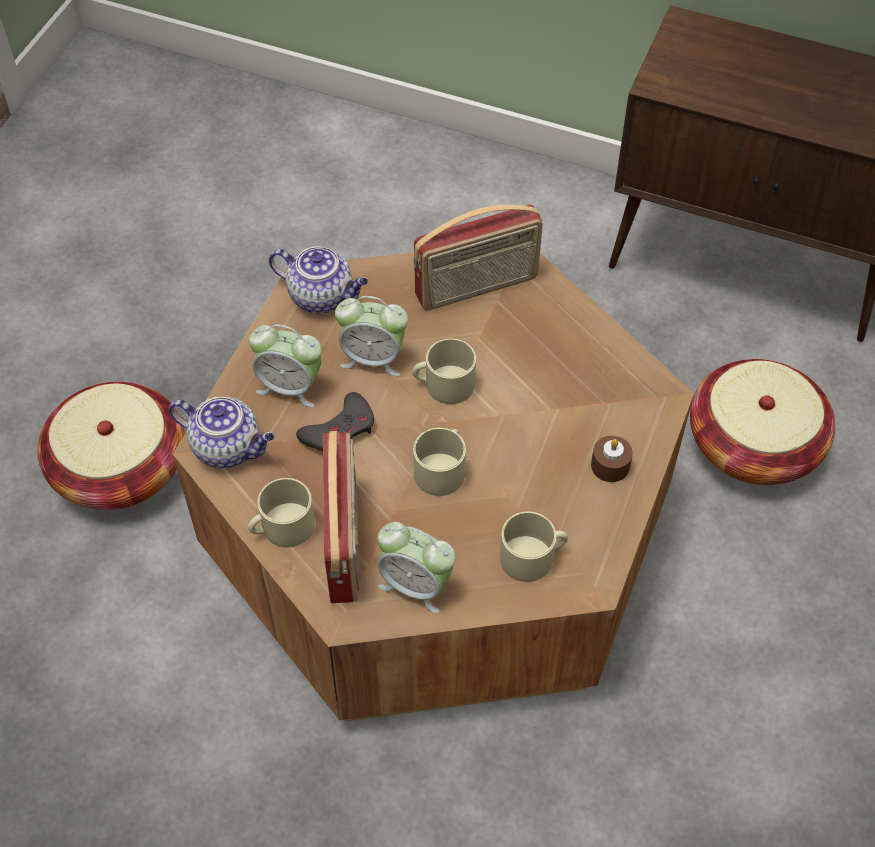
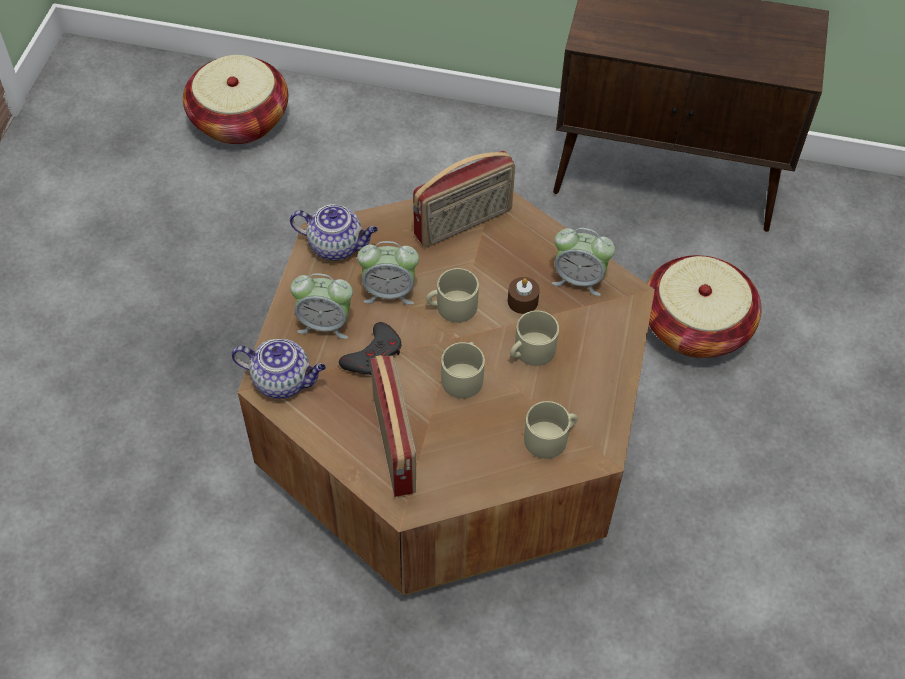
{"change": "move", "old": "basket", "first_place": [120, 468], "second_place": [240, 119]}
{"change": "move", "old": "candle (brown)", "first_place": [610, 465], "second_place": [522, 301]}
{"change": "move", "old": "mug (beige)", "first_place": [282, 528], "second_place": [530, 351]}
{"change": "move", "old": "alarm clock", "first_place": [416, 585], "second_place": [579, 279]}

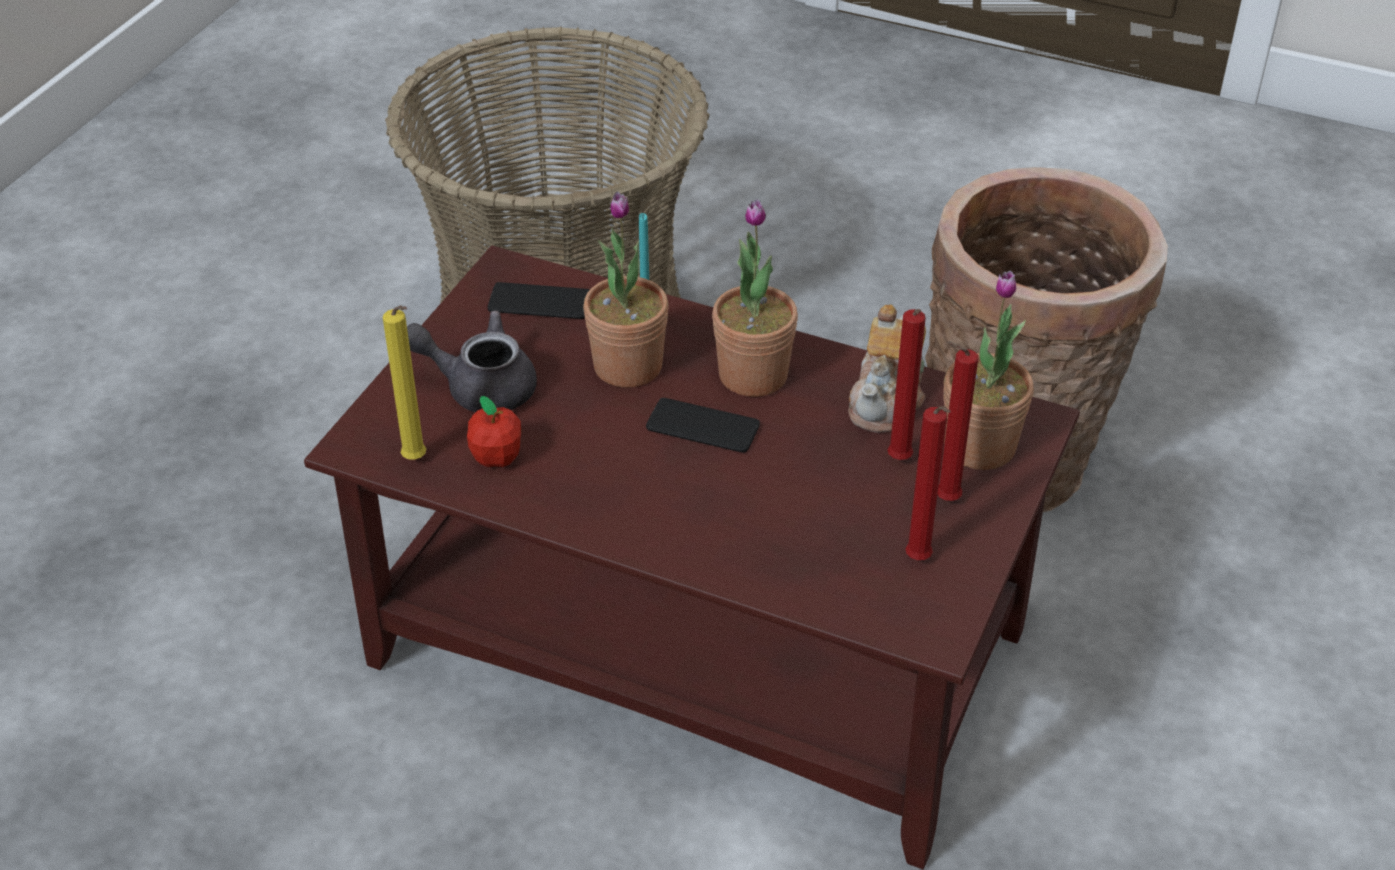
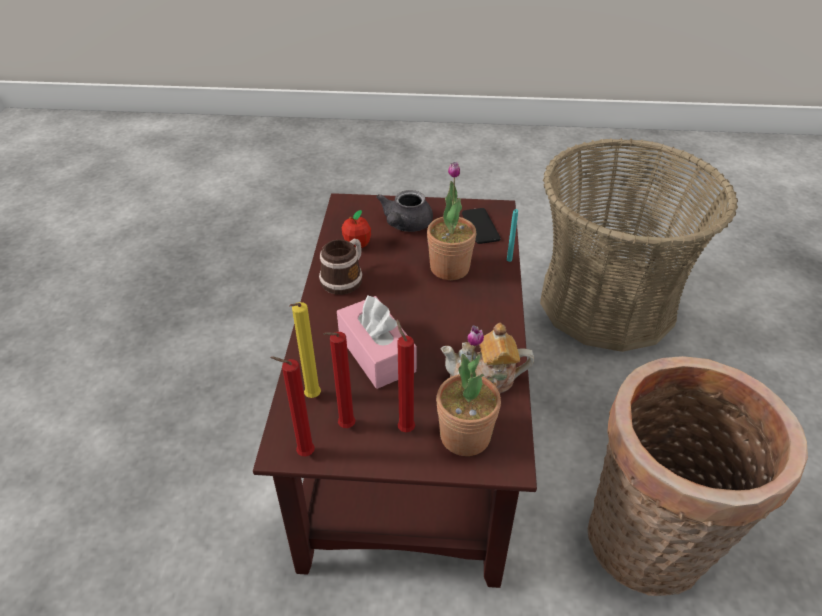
{"change": "move", "old": "candle (red)", "first_place": [899, 462], "second_place": [303, 454]}
{"change": "move", "old": "candle (yellow)", "first_place": [417, 461], "second_place": [311, 398]}
{"change": "insert", "new": "mug", "second_place": [345, 278]}
{"change": "insert", "new": "tissue box (pink)", "second_place": [376, 353]}
{"change": "rotate", "old": "teapot (grey)", "first_place": [479, 386], "second_place": [405, 225], "degrees": -150}
{"change": "delete", "old": "phone", "first_place": [703, 426]}
{"change": "delete", "old": "potted plant", "first_place": [753, 375]}

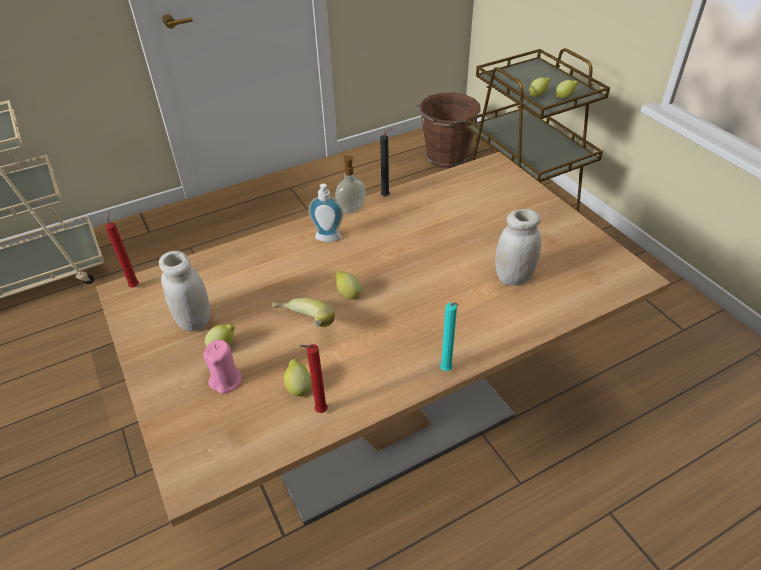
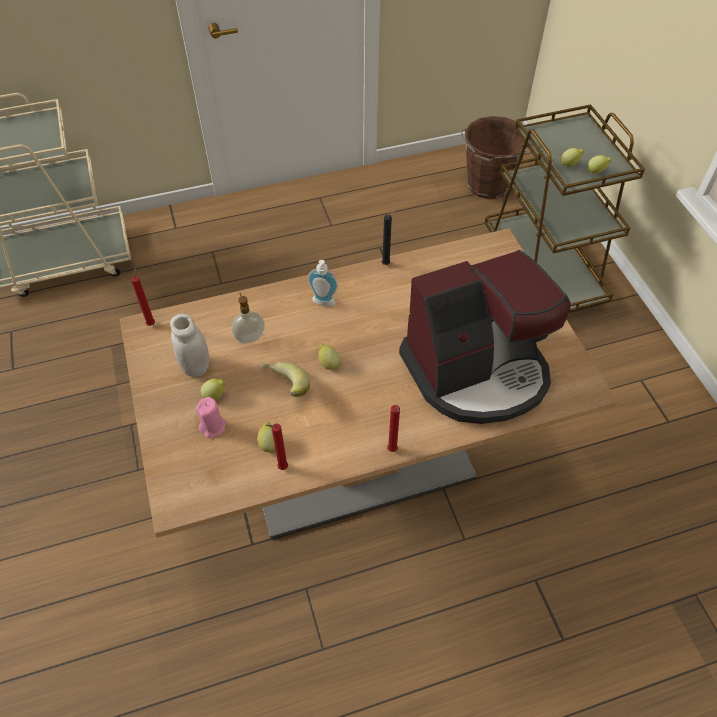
{"change": "move", "old": "soap dispenser", "first_place": [350, 209], "second_place": [250, 337]}
{"change": "recolor", "old": "candle (turquoise)", "new": "candle (red)", "first_place": [447, 371], "second_place": [392, 451]}
{"change": "replace", "old": "jar (white)", "new": "coffee machine", "first_place": [513, 277], "second_place": [477, 371]}

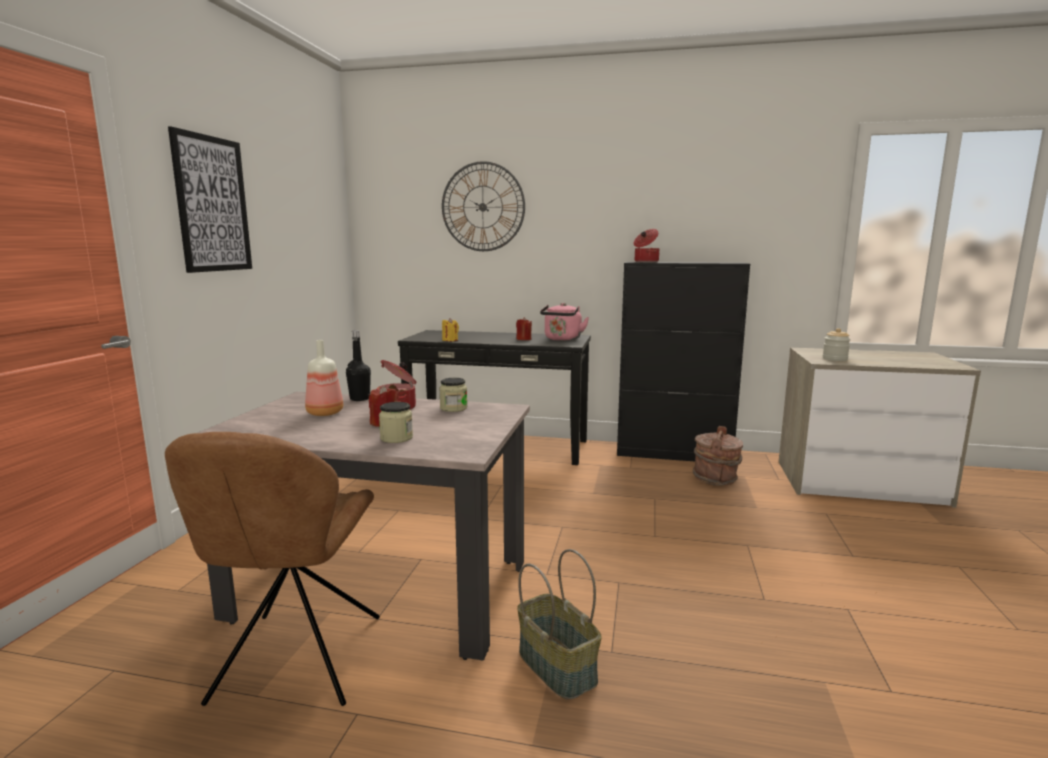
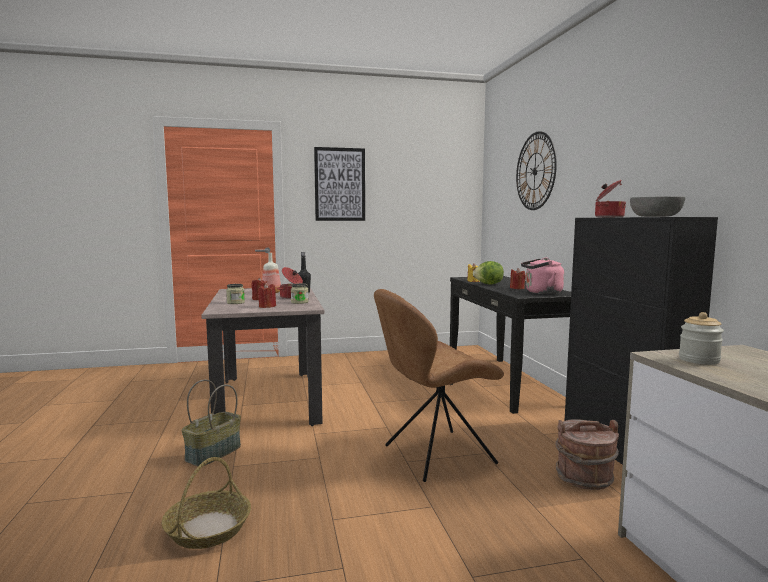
{"change": "insert", "new": "basket", "second_place": [208, 528]}
{"change": "insert", "new": "candle (red)", "second_place": [267, 306]}
{"change": "move", "old": "chair (brown)", "first_place": [296, 662], "second_place": [435, 455]}
{"change": "insert", "new": "lettuce", "second_place": [489, 284]}
{"change": "insert", "new": "bowl (grey)", "second_place": [655, 216]}

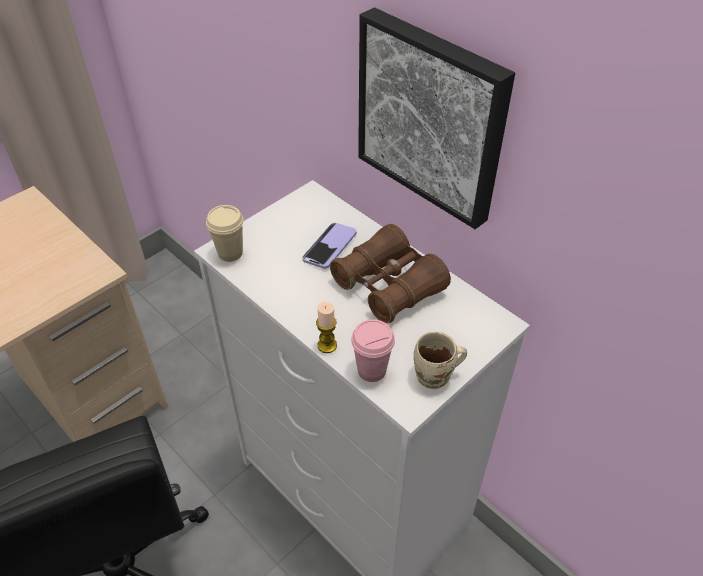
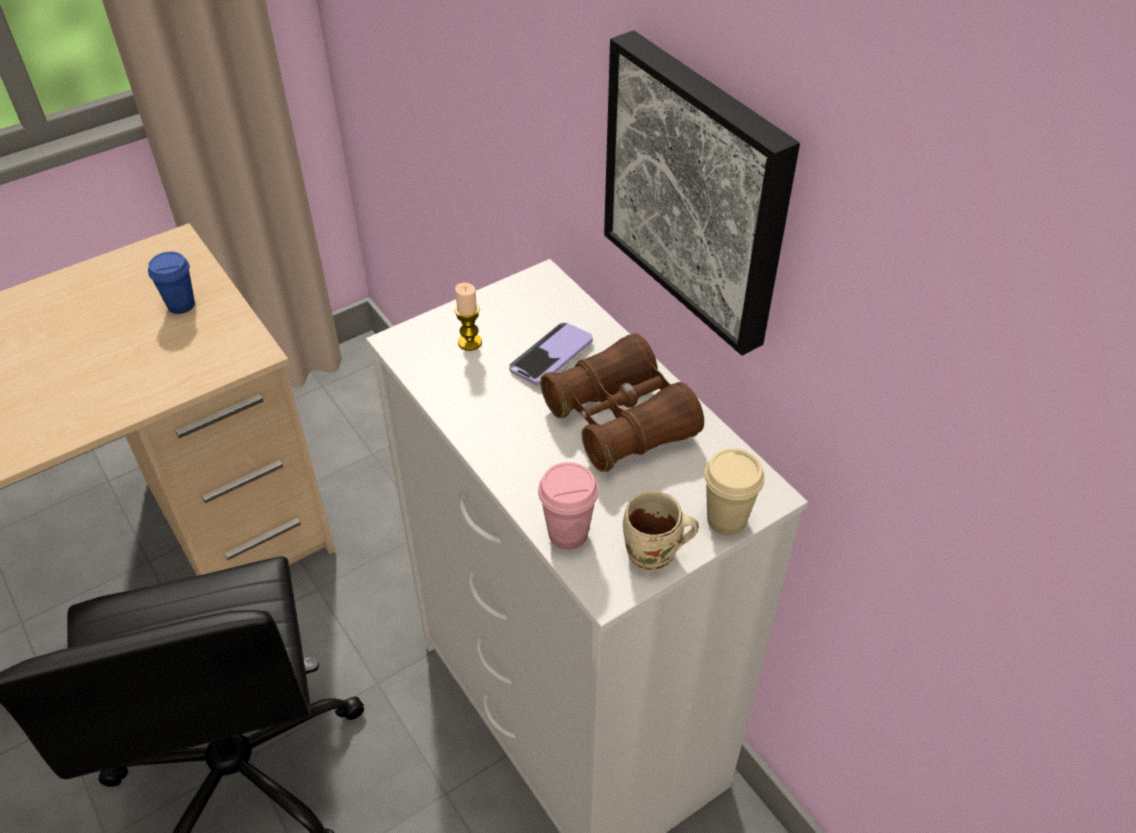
{"change": "insert", "new": "cup (blue)", "second_place": [181, 305]}
{"change": "move", "old": "candle", "first_place": [327, 345], "second_place": [470, 342]}
{"change": "move", "old": "cup (beige)", "first_place": [230, 253], "second_place": [726, 519]}

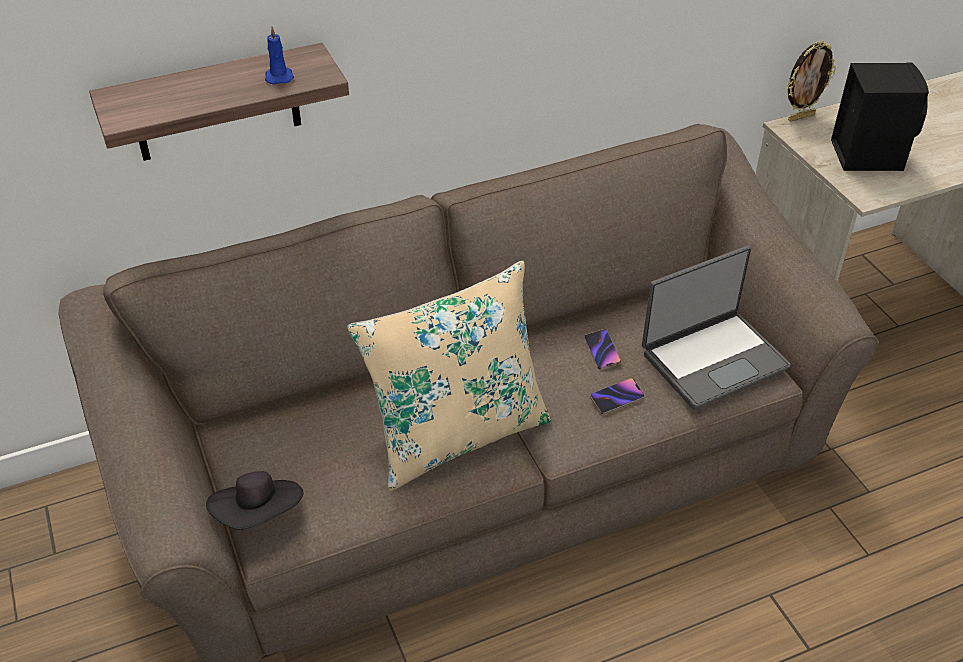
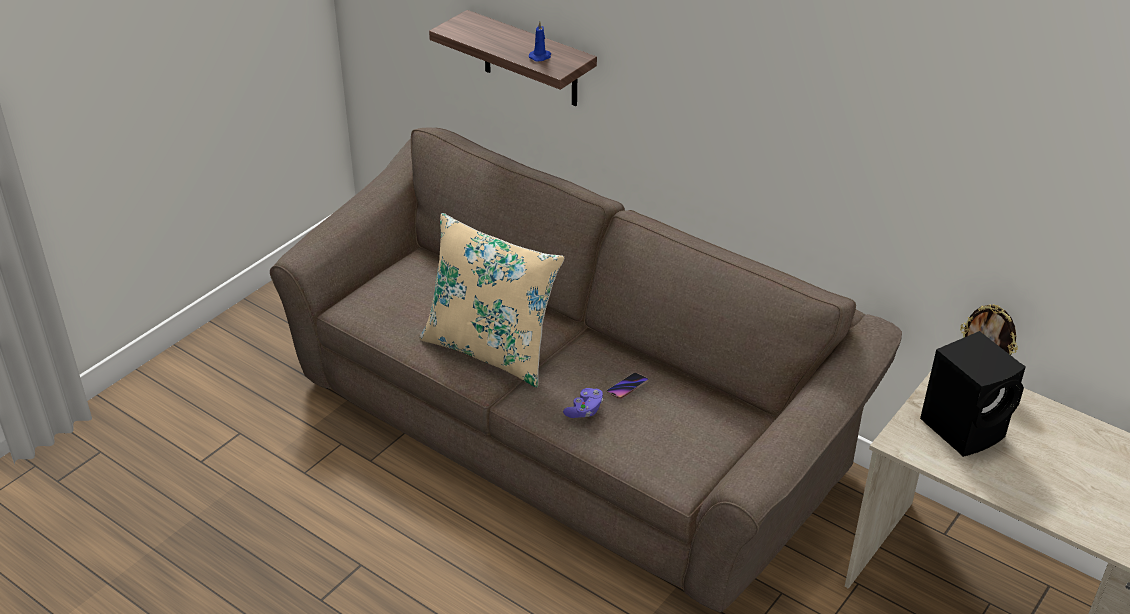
{"change": "replace", "old": "phone", "new": "game controller (purple)", "first_place": [616, 398], "second_place": [584, 410]}
{"change": "delete", "old": "hat (black)", "first_place": [260, 515]}
{"change": "delete", "old": "laptop", "first_place": [713, 359]}

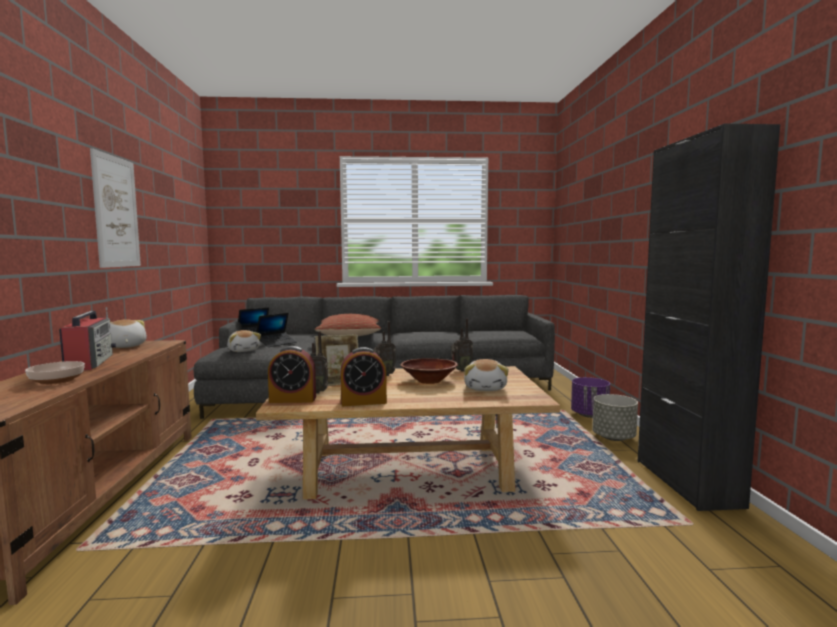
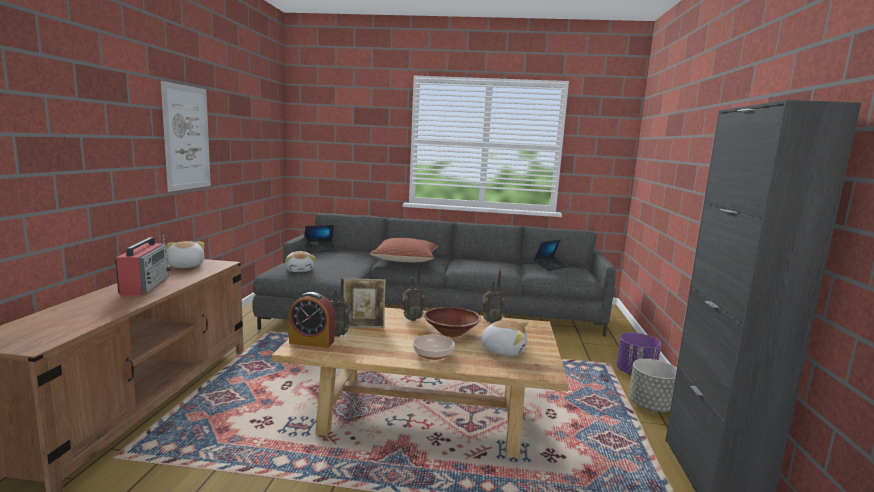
{"change": "move", "old": "bowl", "first_place": [56, 381], "second_place": [432, 355]}
{"change": "rotate", "old": "plush toy", "first_place": [486, 388], "second_place": [503, 350], "degrees": -90}
{"change": "move", "old": "laptop", "first_place": [276, 343], "second_place": [550, 266]}
{"change": "delete", "old": "alarm clock", "first_place": [363, 402]}

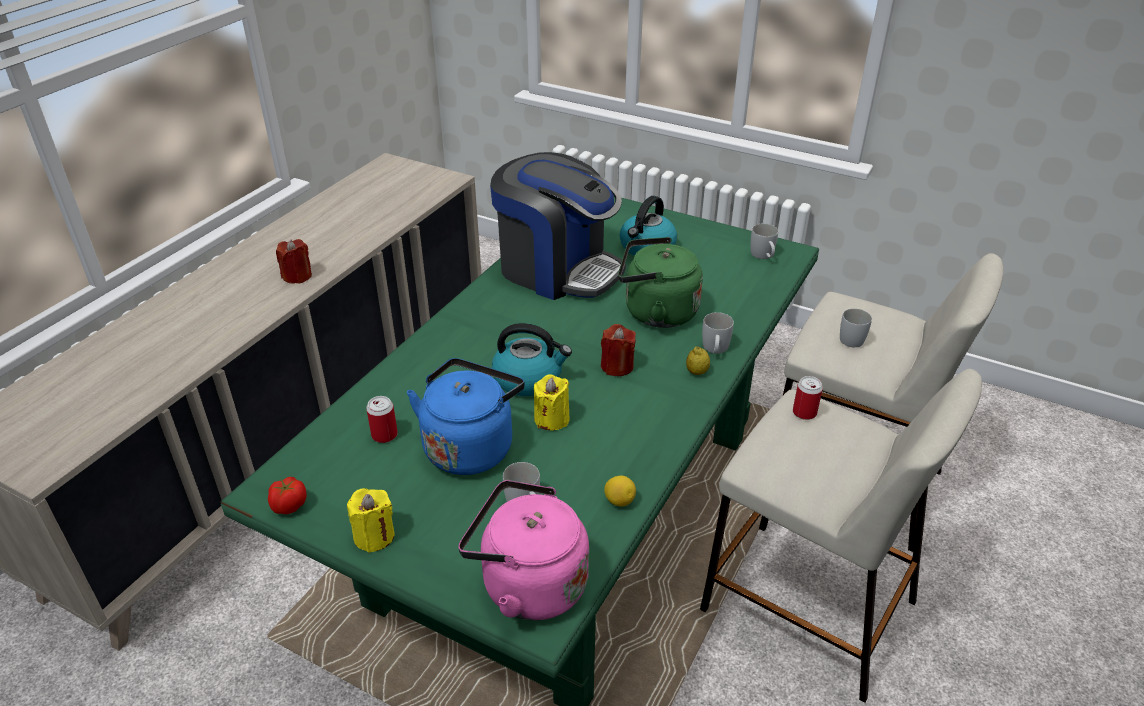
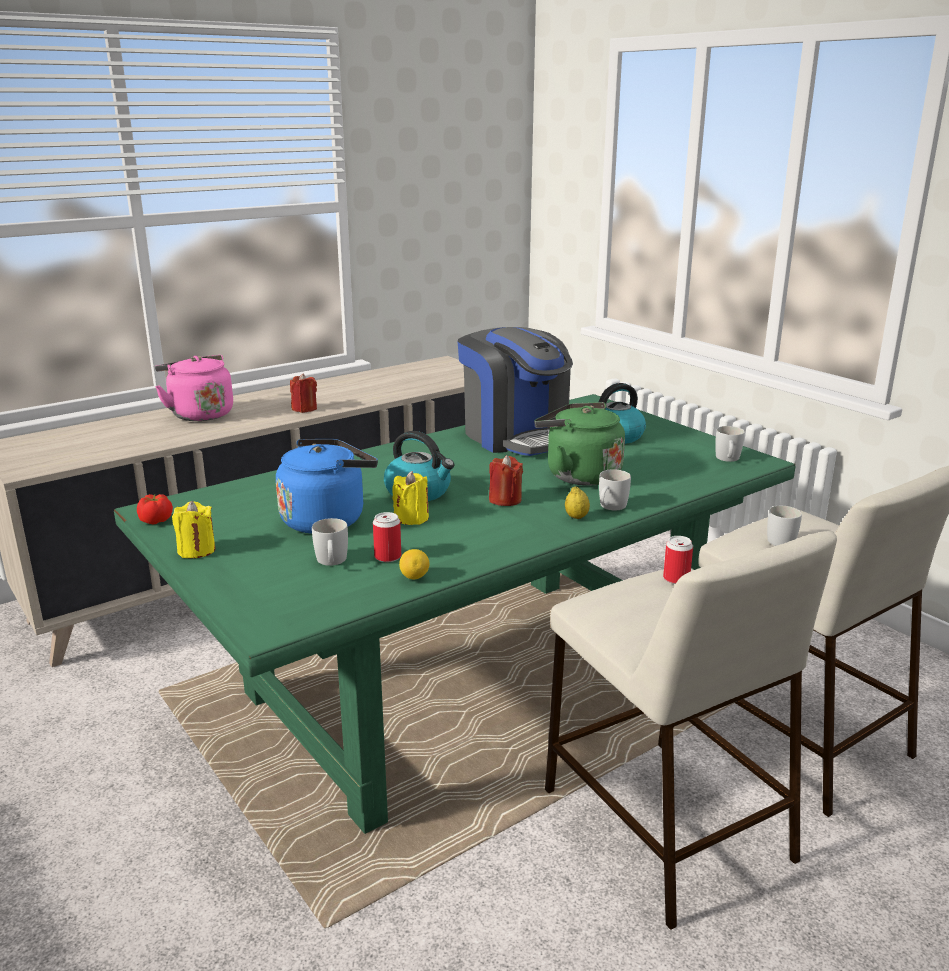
{"change": "move", "old": "kettle (pink)", "first_place": [528, 584], "second_place": [199, 414]}
{"change": "move", "old": "can", "first_place": [384, 435], "second_place": [387, 557]}

